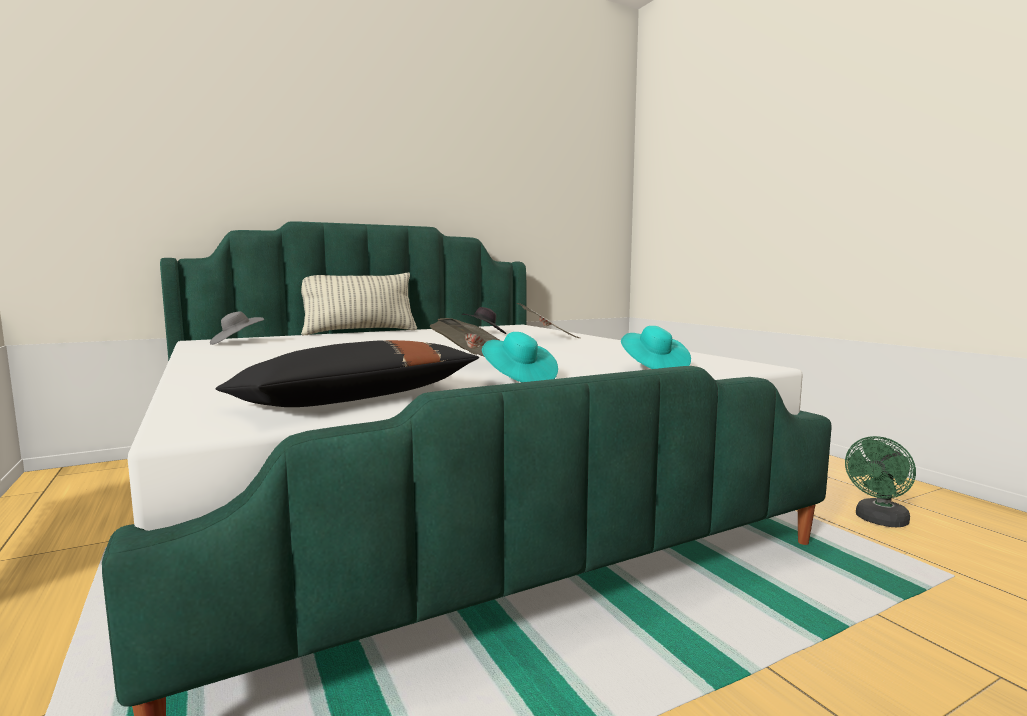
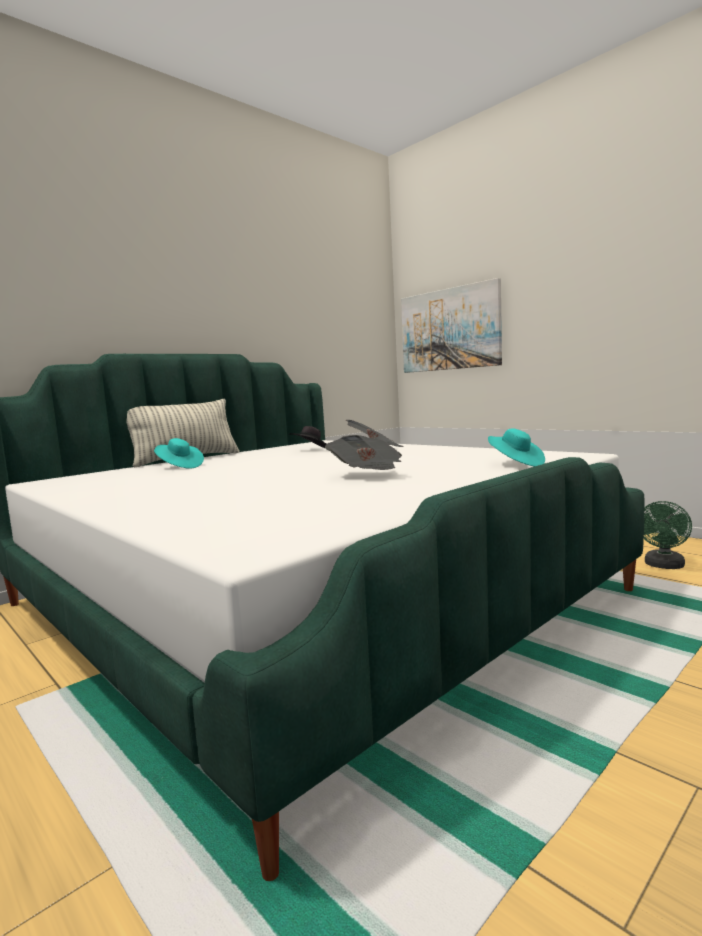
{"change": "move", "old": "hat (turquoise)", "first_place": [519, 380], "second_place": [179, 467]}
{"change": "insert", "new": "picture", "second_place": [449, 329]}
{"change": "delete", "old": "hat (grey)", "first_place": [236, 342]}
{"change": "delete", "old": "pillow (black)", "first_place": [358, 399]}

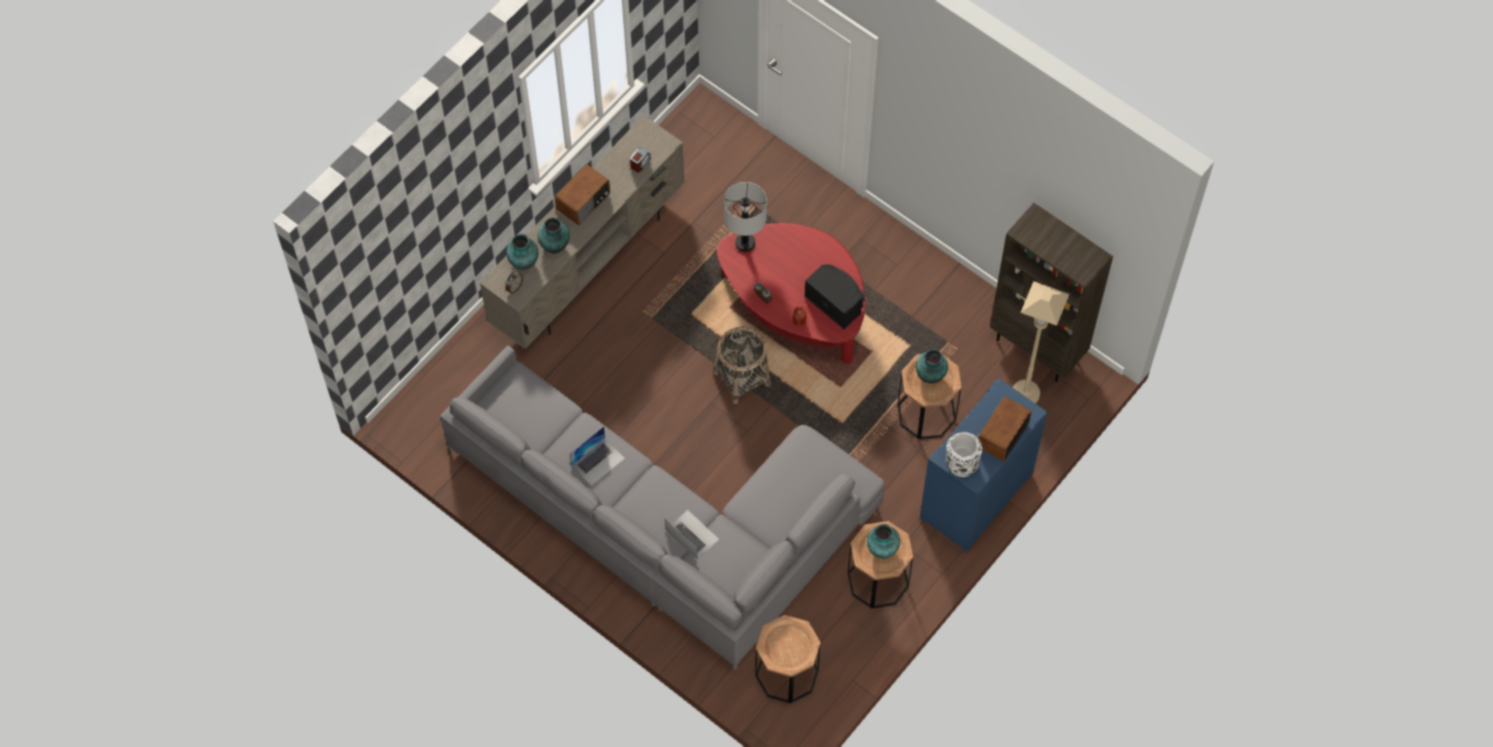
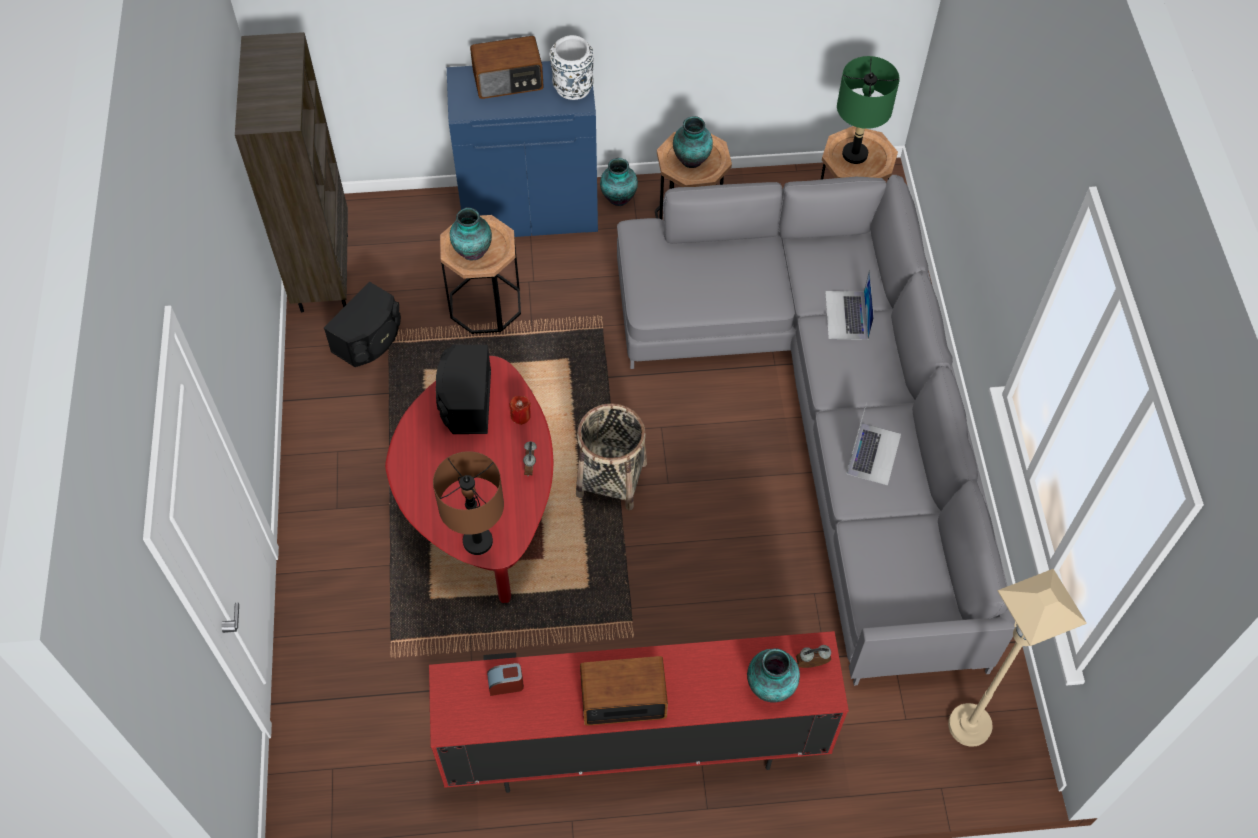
{"change": "insert", "new": "speaker (black)", "second_place": [369, 339]}
{"change": "recolor", "old": "tv stand (beige)", "new": "tv stand (red)", "first_place": [589, 263], "second_place": [633, 747]}
{"change": "recolor", "old": "table lamp (grey)", "new": "table lamp (brown)", "first_place": [745, 243], "second_place": [478, 541]}
{"change": "move", "old": "vase", "first_place": [555, 245], "second_place": [618, 198]}
{"change": "insert", "new": "table lamp (green)", "second_place": [855, 154]}
{"change": "rotate", "old": "laptop", "first_place": [598, 461], "second_place": [873, 453], "degrees": 105}
{"change": "move", "old": "floor lamp (beige)", "first_place": [1025, 394], "second_place": [969, 726]}

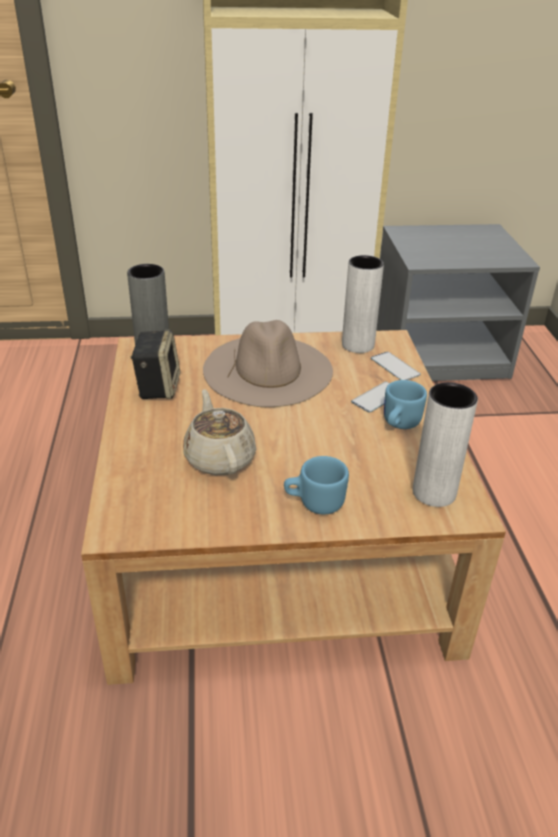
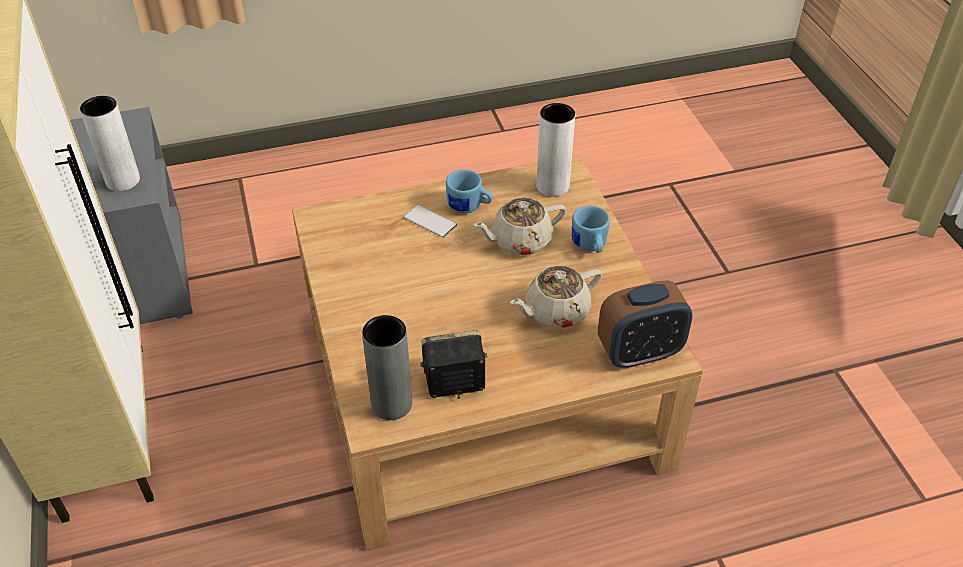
{"change": "move", "old": "vase (white)", "first_place": [358, 345], "second_place": [123, 180]}
{"change": "insert", "new": "teapot (beige)", "second_place": [520, 240]}
{"change": "insert", "new": "alarm clock", "second_place": [639, 352]}
{"change": "delete", "old": "hat (beige)", "first_place": [268, 369]}
{"change": "delete", "old": "phone", "first_place": [395, 367]}

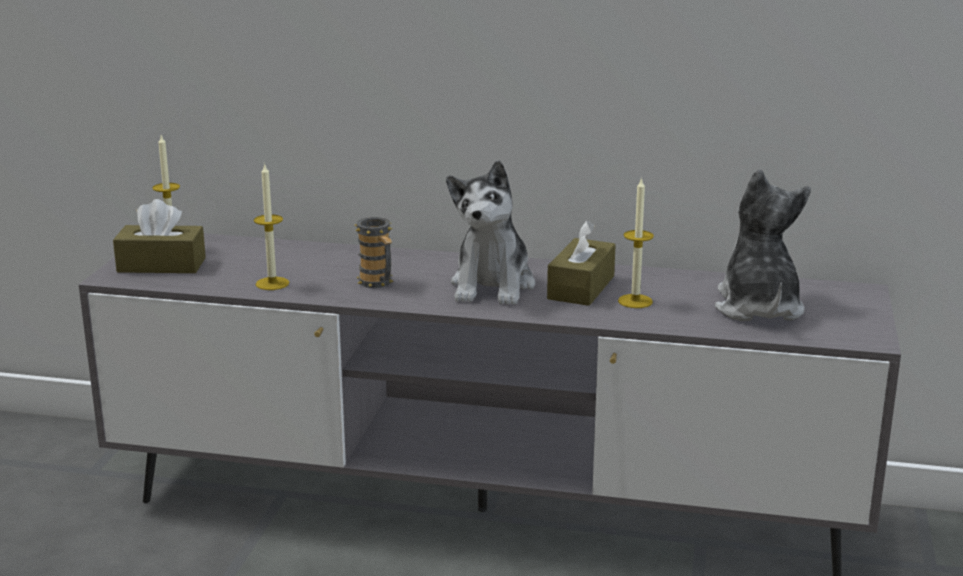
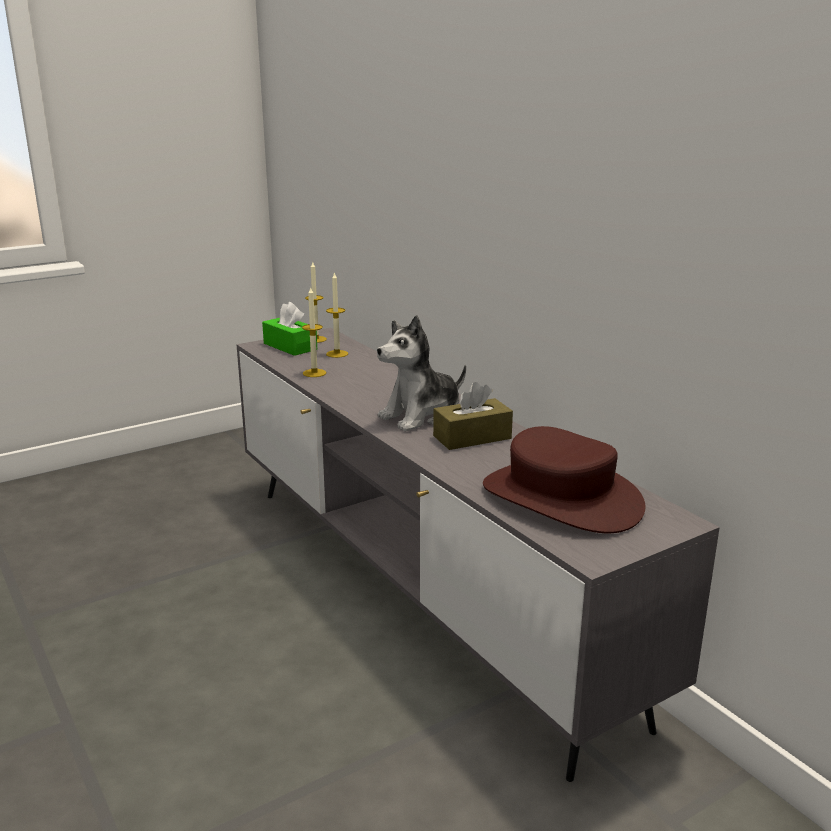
{"change": "recolor", "old": "tissue box (brown)", "new": "tissue box (green)", "first_place": [161, 265], "second_place": [290, 346]}
{"change": "move", "old": "candle", "first_place": [635, 301], "second_place": [337, 354]}
{"change": "replace", "old": "plush toy", "new": "hat (brown)", "first_place": [757, 308], "second_place": [560, 498]}
{"change": "delete", "old": "mug", "first_place": [378, 284]}

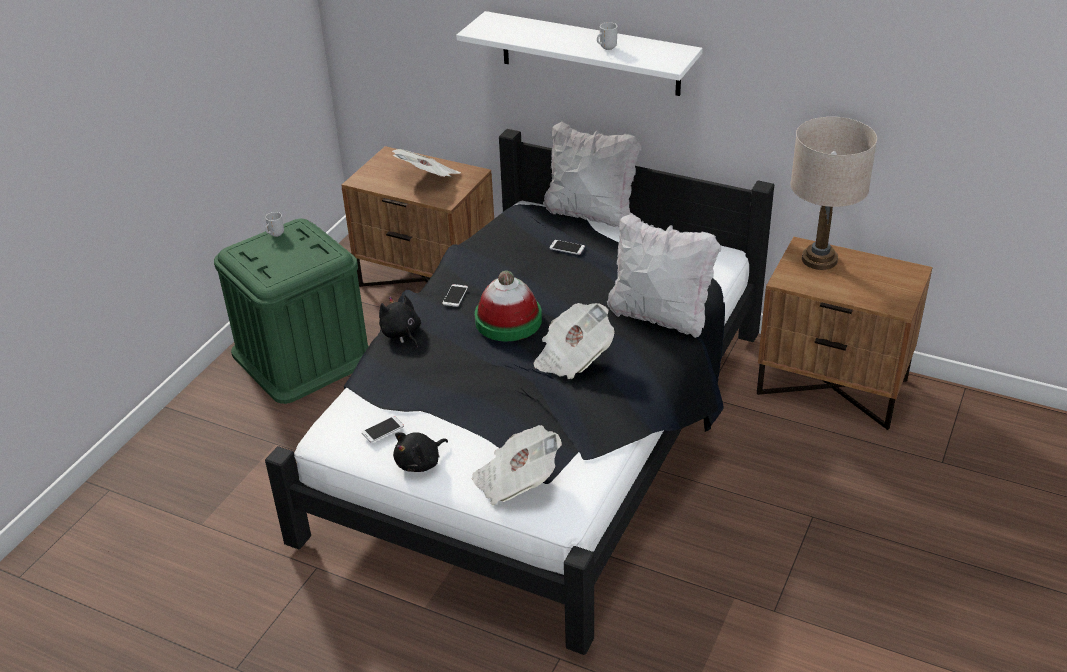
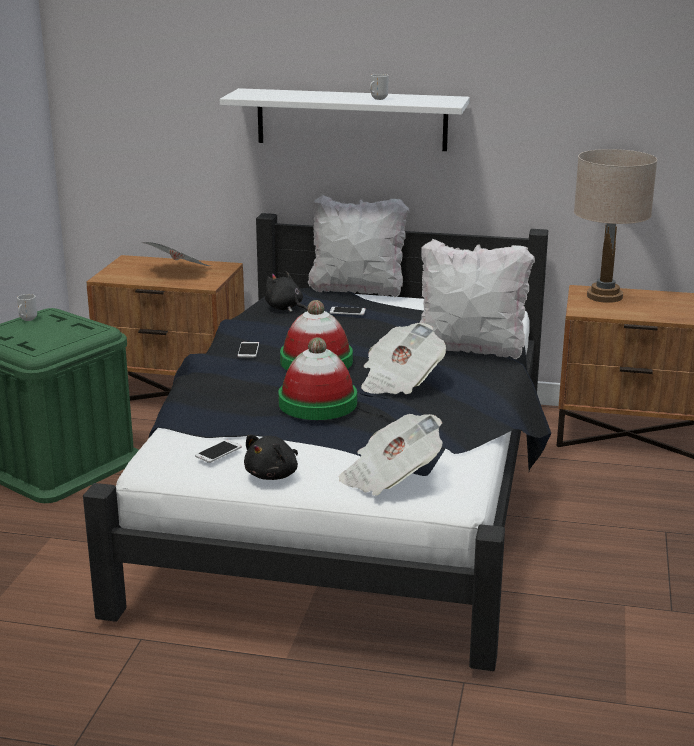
{"change": "move", "old": "plush toy (black)", "first_place": [401, 334], "second_place": [285, 308]}
{"change": "insert", "new": "hat", "second_place": [317, 403]}

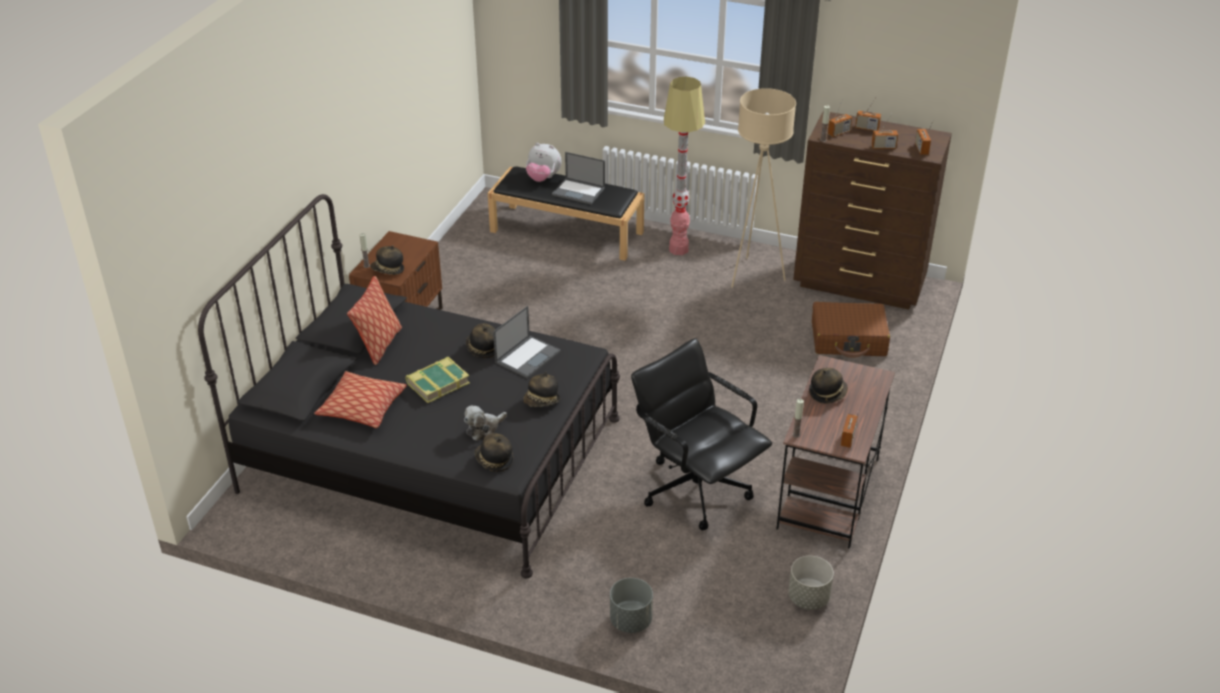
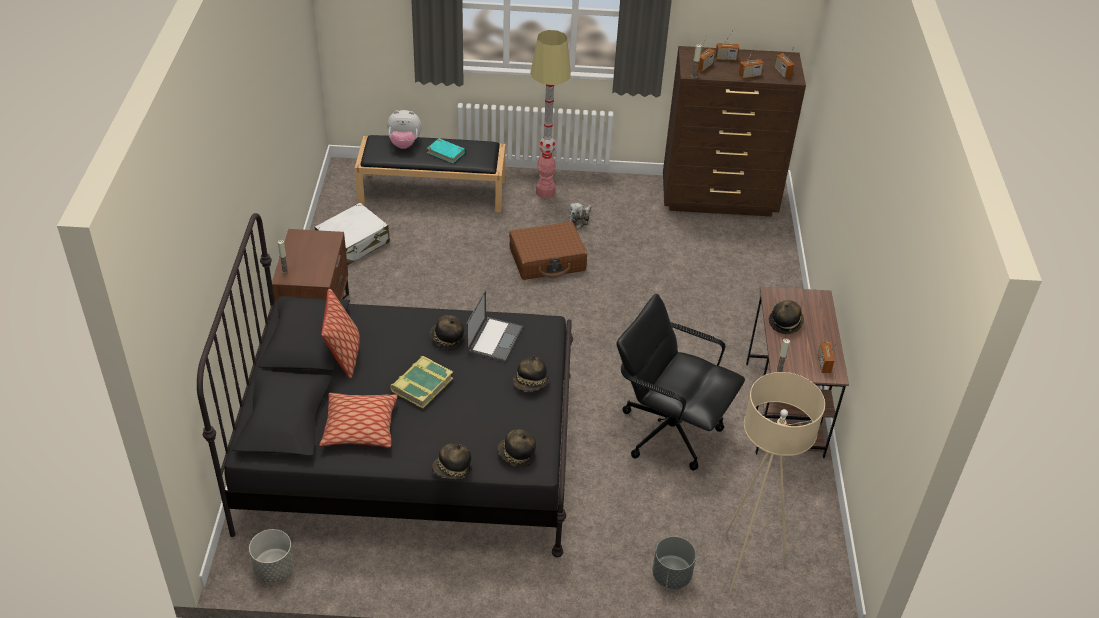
{"change": "move", "old": "planter (grey)", "first_place": [808, 598], "second_place": [274, 568]}
{"change": "insert", "new": "suitcase (white)", "second_place": [353, 243]}
{"change": "replace", "old": "laptop", "new": "book (turquoise)", "first_place": [579, 191], "second_place": [446, 152]}
{"change": "move", "old": "hat", "first_place": [388, 270], "second_place": [452, 470]}
{"change": "move", "old": "suitcase (brown)", "first_place": [848, 339], "second_place": [547, 260]}
{"change": "move", "old": "plush toy", "first_place": [484, 429], "second_place": [579, 219]}
{"change": "move", "old": "floor lamp (beige)", "first_place": [754, 275], "second_place": [746, 564]}

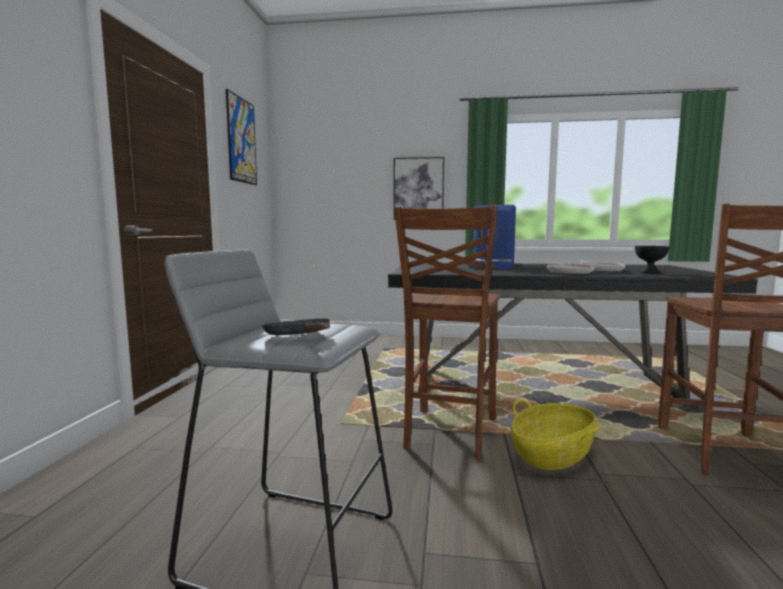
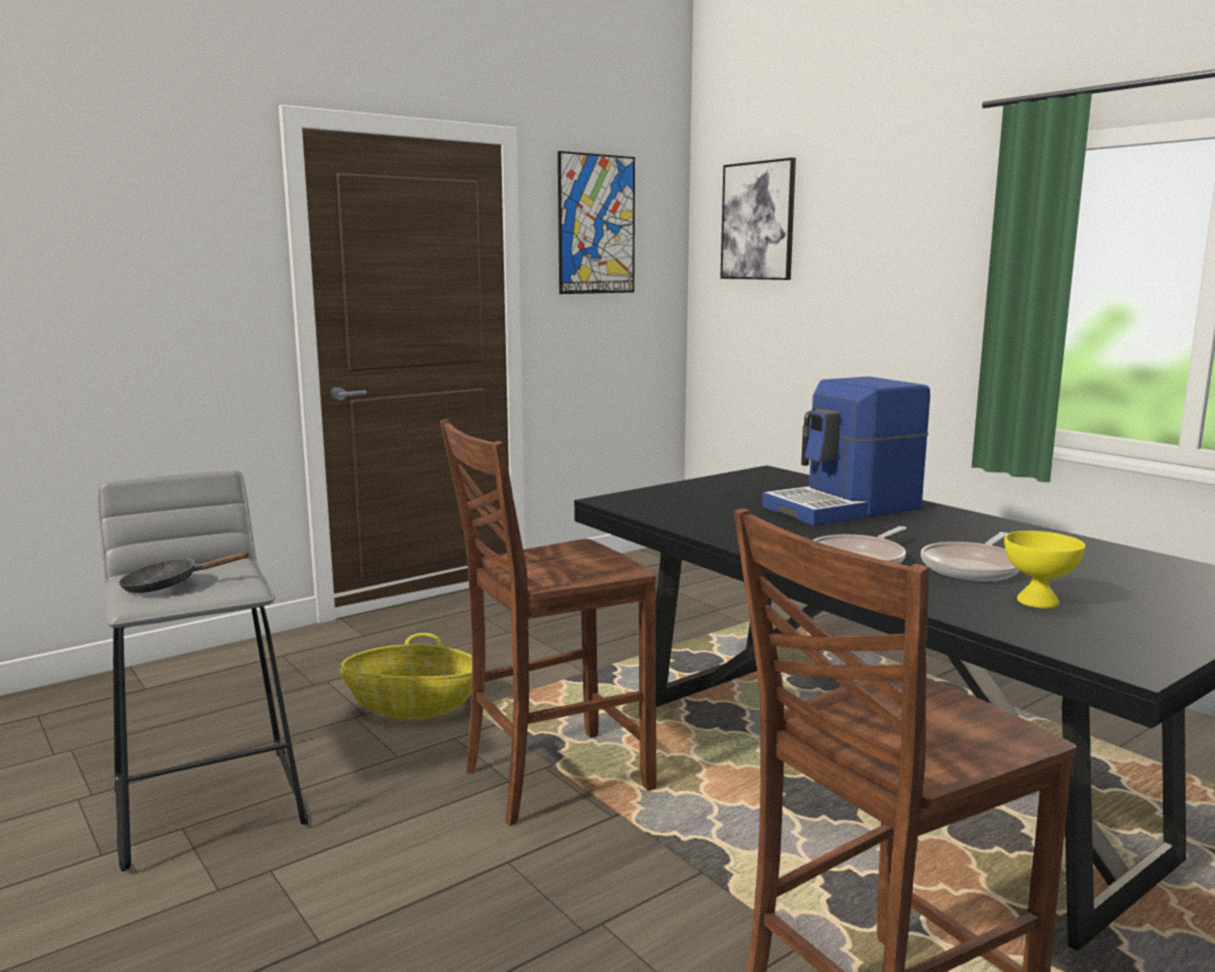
{"change": "rotate", "old": "frying pan (black)", "first_place": [299, 337], "second_place": [169, 585], "degrees": -120}
{"change": "move", "old": "basket", "first_place": [552, 454], "second_place": [412, 705]}
{"change": "move", "old": "picture", "first_place": [418, 189], "second_place": [758, 221]}
{"change": "recolor", "old": "bowl (black)", "new": "bowl (yellow)", "first_place": [649, 272], "second_place": [1036, 601]}

